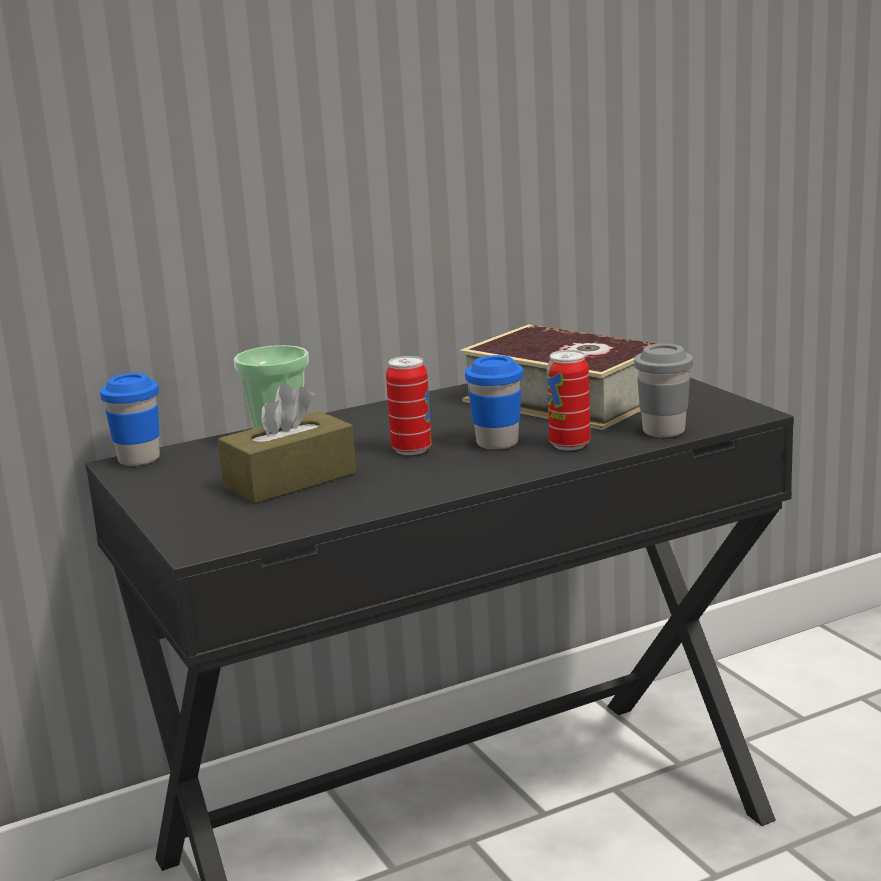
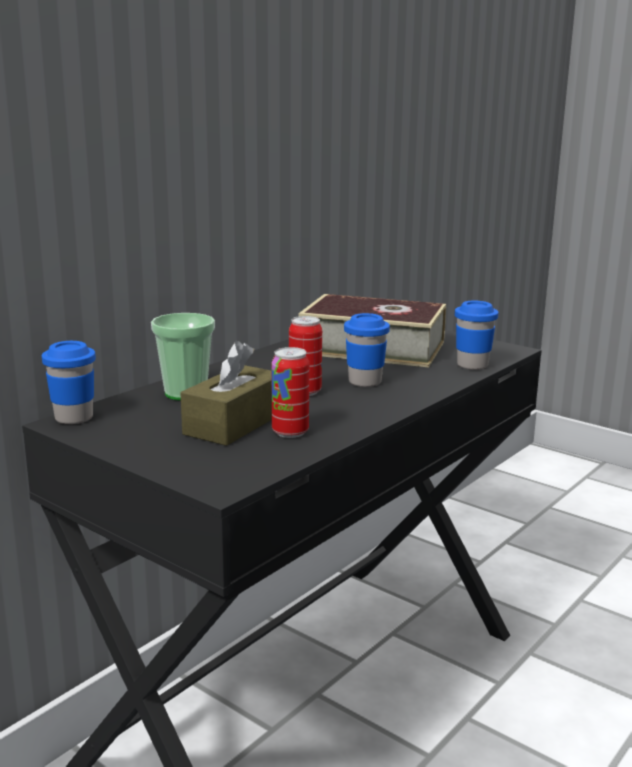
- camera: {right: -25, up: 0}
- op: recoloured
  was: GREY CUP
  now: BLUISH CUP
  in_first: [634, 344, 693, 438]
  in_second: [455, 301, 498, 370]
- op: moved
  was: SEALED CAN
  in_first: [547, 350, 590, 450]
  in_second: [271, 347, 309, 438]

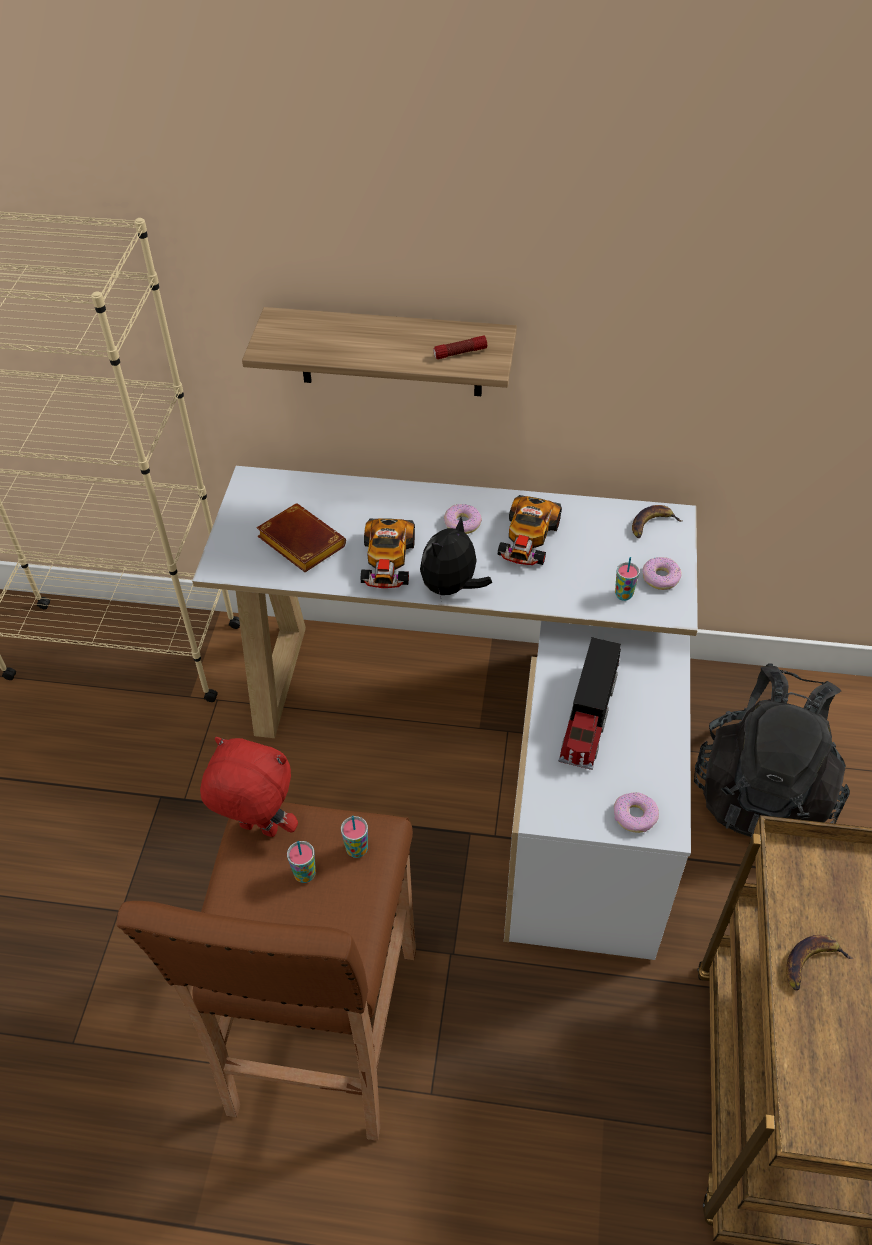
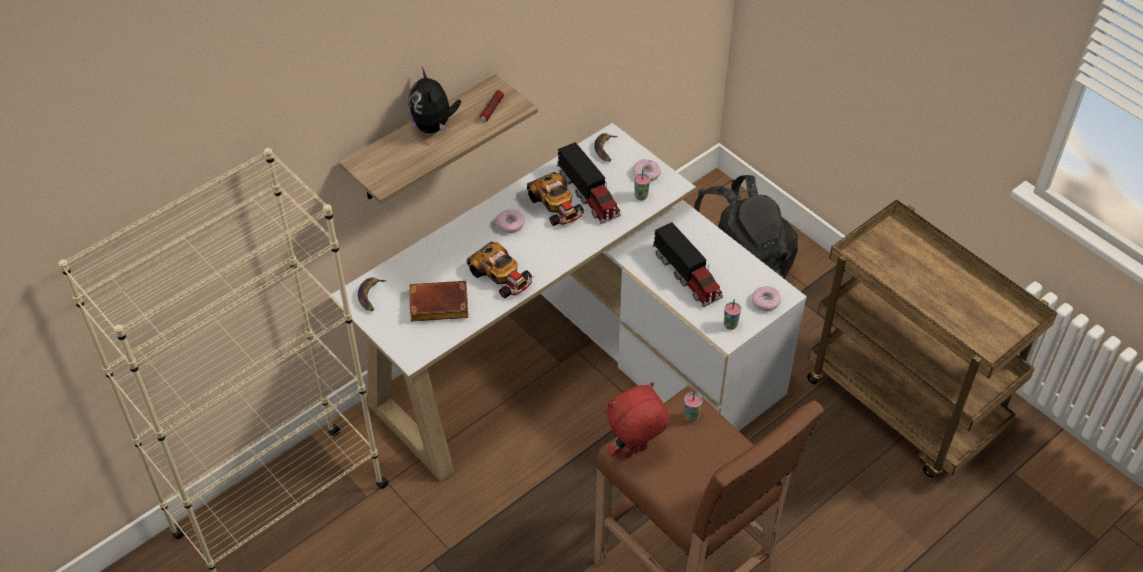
- camera: {right: -50, up: 0}
- op: moved
  was: SOFT TOY
  in_first: [420, 517, 492, 597]
  in_second: [408, 68, 461, 133]
- op: moved
  was: CUP
  in_first: [287, 841, 316, 883]
  in_second: [724, 299, 741, 330]
- op: moved
  was: WHOLE BANANA
  in_first: [786, 935, 853, 991]
  in_second: [358, 277, 387, 311]
- op: added
  now: TOY TRUCK
  in_second: [557, 142, 621, 224]

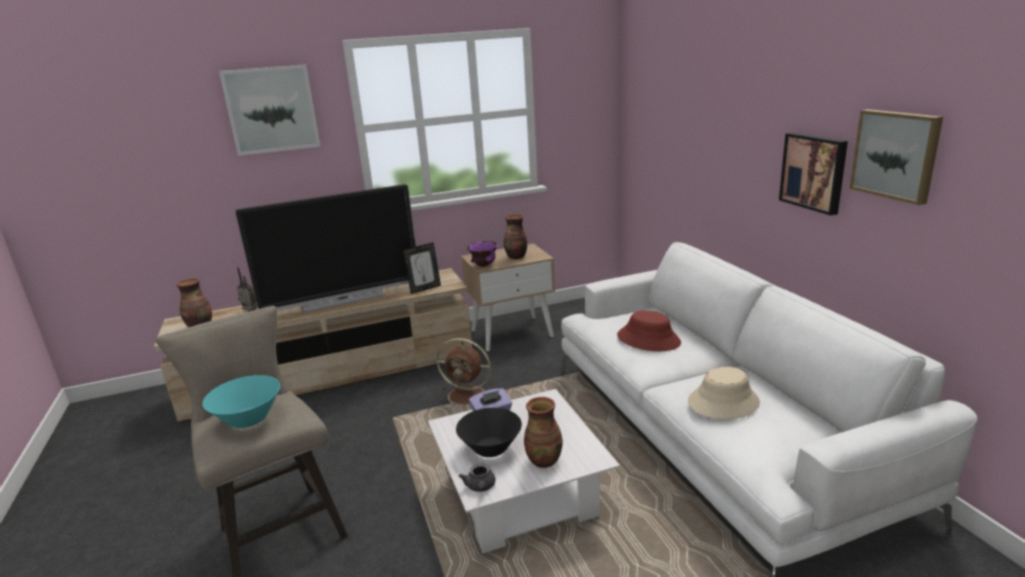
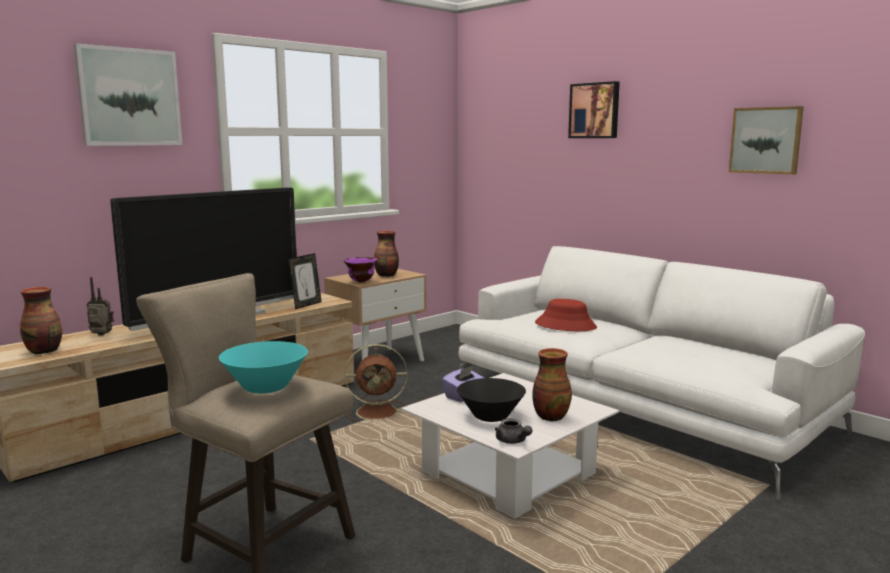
- camera: {right: -25, up: -10}
- op: moved
  was: PICTURE
  in_first: [779, 132, 848, 216]
  in_second: [568, 81, 620, 138]
- op: removed
  was: SAND-COLOURED HAT
  in_first: [688, 367, 760, 419]

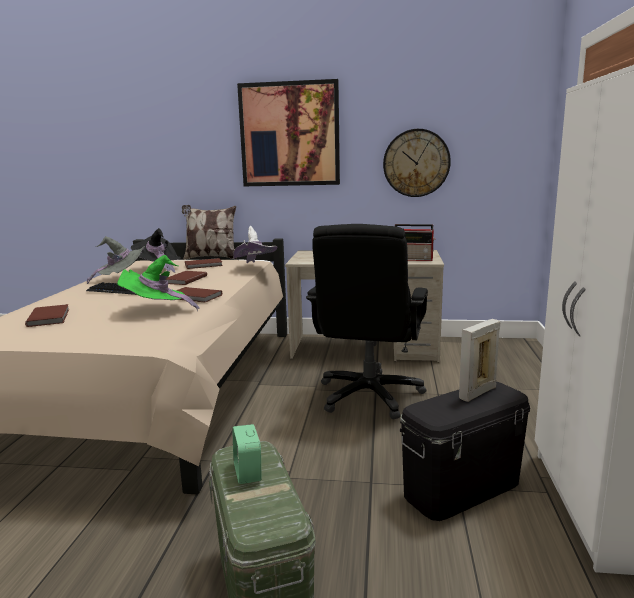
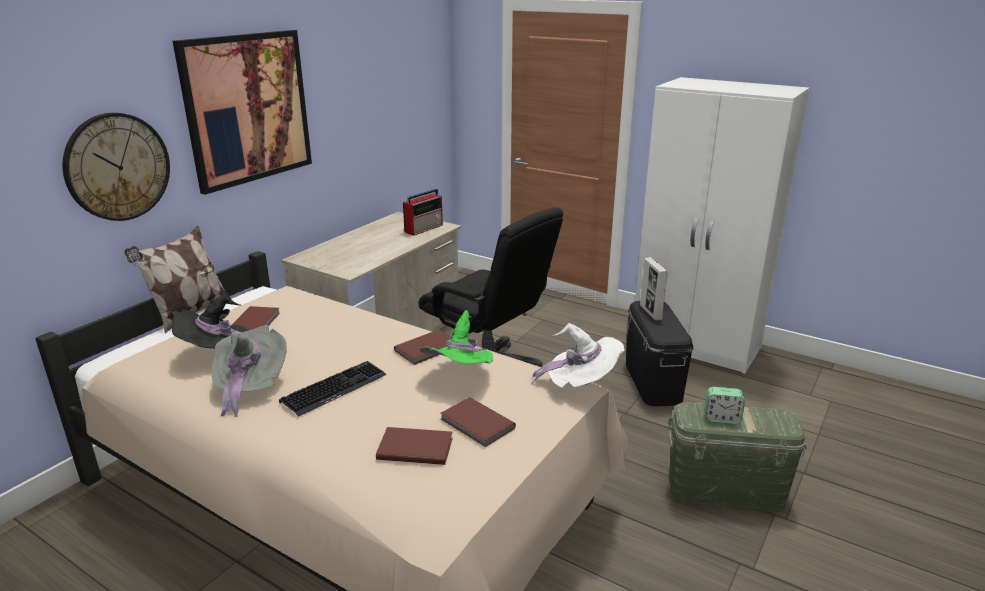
- camera: {right: -65, up: 10}
- op: moved
  was: HANGING CLOCK
  in_first: [383, 129, 451, 197]
  in_second: [63, 113, 170, 221]
- op: moved
  was: WHITISH HAT
  in_first: [233, 226, 278, 263]
  in_second: [531, 323, 625, 388]
- op: moved
  was: BROWN-COLOURED BOOK
  in_first: [166, 271, 207, 285]
  in_second: [441, 397, 516, 447]

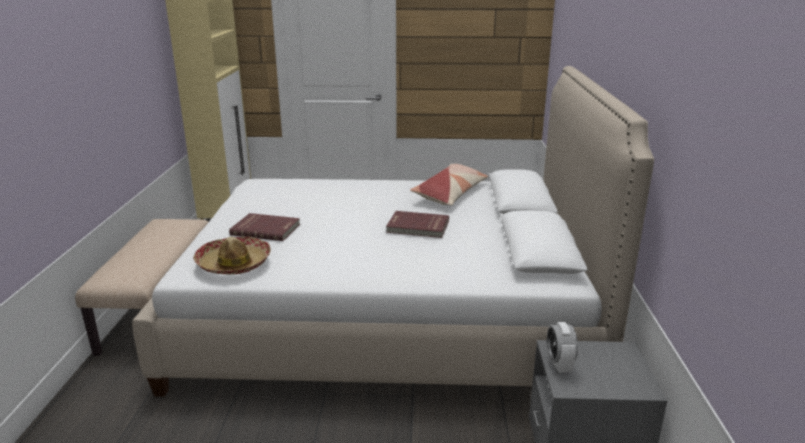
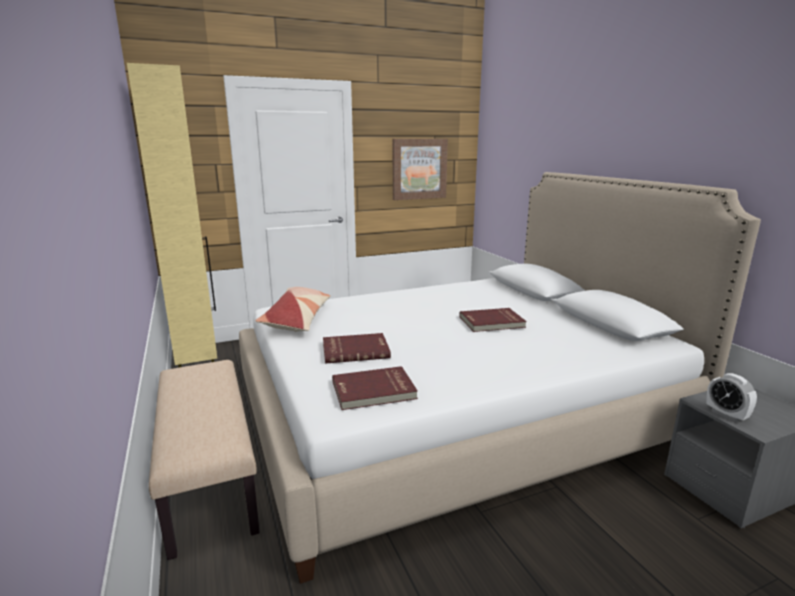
- camera: {right: -25, up: -5}
- op: moved
  was: PILLOW
  in_first: [410, 164, 488, 206]
  in_second: [255, 287, 330, 332]
- op: replaced
  was: HAT
  now: RED-COLOURED BOOK
  in_first: [193, 236, 271, 275]
  in_second: [332, 366, 418, 410]
- op: added
  now: PICTURE
  in_second: [393, 139, 448, 200]

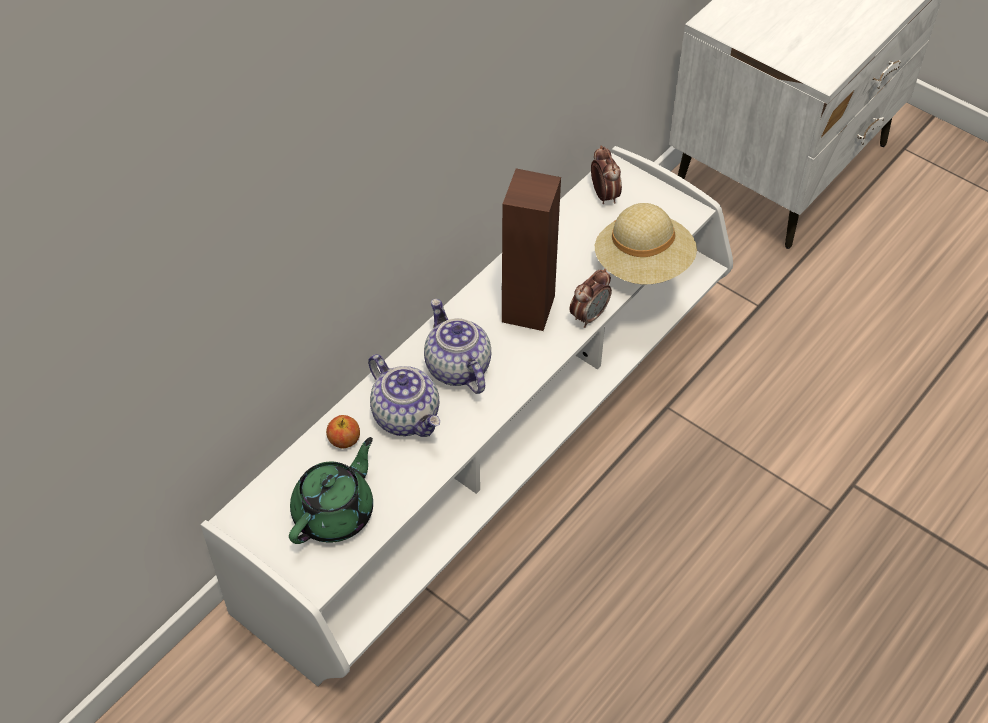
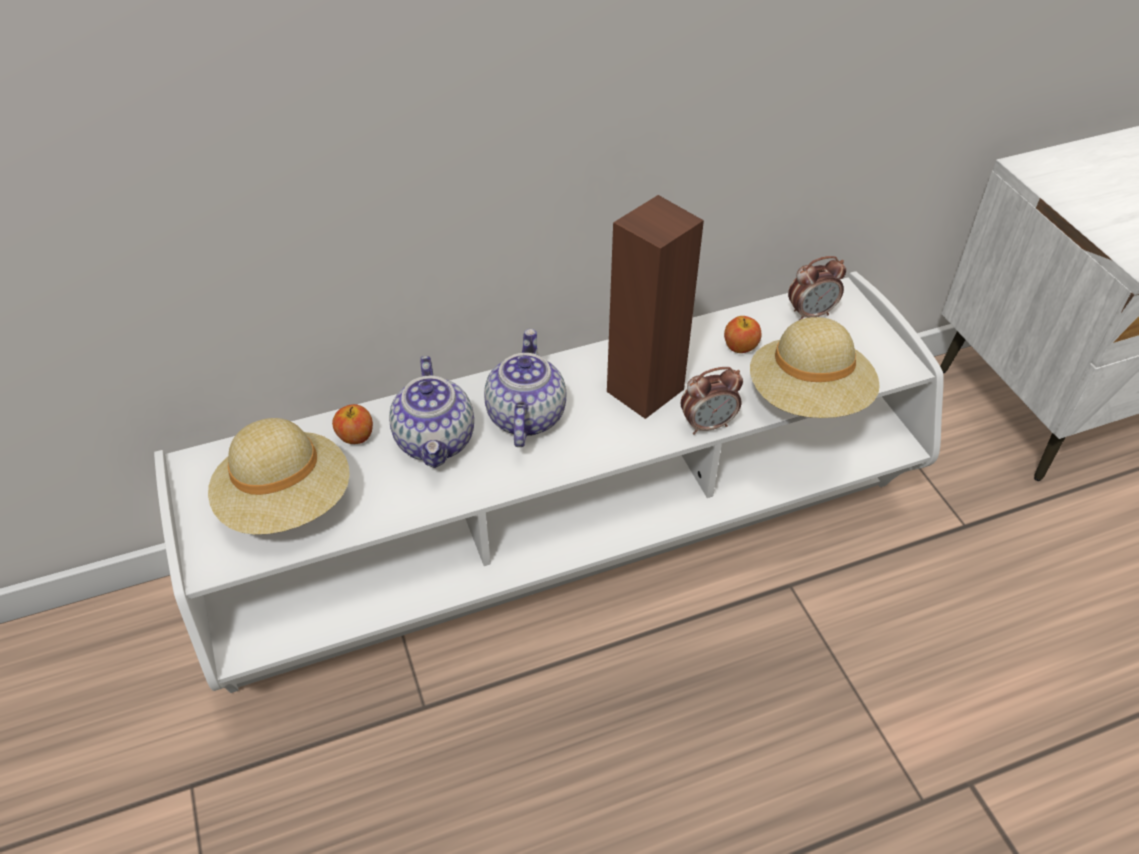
- camera: {right: 30, up: -5}
- op: turned
  was: TABLE CLOCK
  in_first: [591, 145, 622, 204]
  in_second: [788, 256, 846, 320]
  clockwise: 60
- op: replaced
  was: GREEN-COLOURED TEAPOT
  now: SAND-COLOURED HAT
  in_first: [289, 437, 373, 544]
  in_second: [208, 418, 350, 535]
- op: added
  now: APPLE
  in_second: [724, 316, 762, 353]

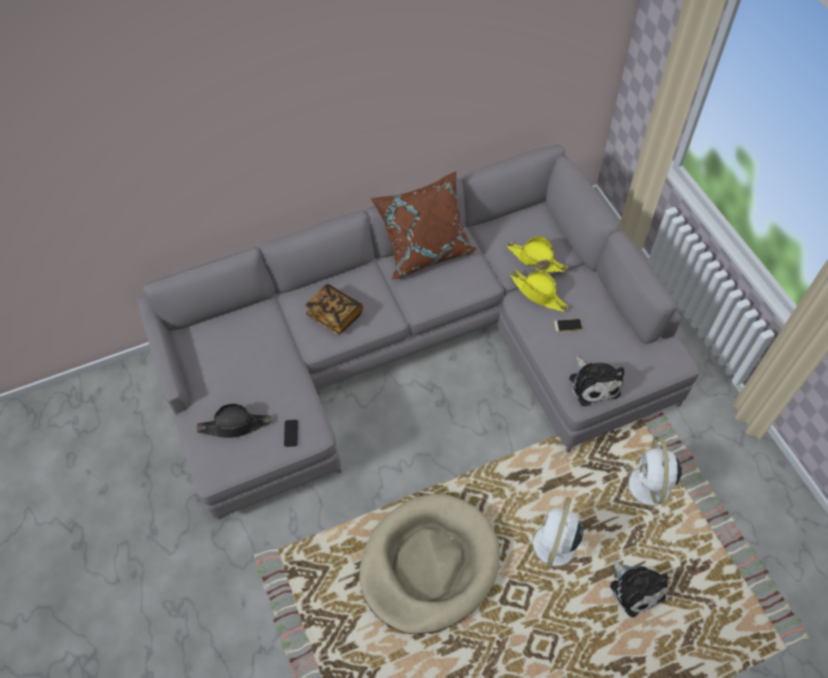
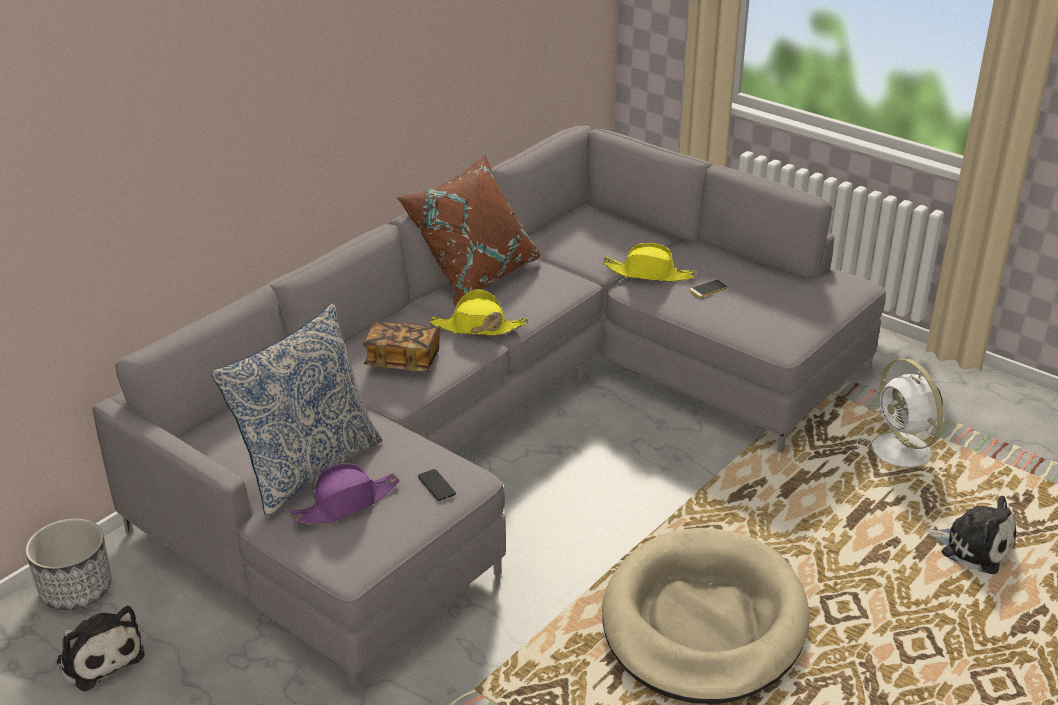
- camera: {right: -30, up: -25}
- op: moved
  was: YELLOWISH HAT
  in_first: [507, 236, 568, 273]
  in_second: [429, 289, 528, 335]
- op: moved
  was: SOFT TOY
  in_first: [569, 356, 624, 406]
  in_second: [57, 606, 145, 691]
- op: recoloured
  was: BLACK-COLOURED HAT
  now: PURPLE HAT
  in_first: [196, 403, 271, 438]
  in_second: [289, 463, 400, 524]
- op: removed
  was: WHITISH COOLING FAN
  in_first: [527, 497, 586, 580]
- op: added
  now: PILLOW
  in_second: [211, 303, 382, 517]
- op: added
  now: FLOWER POT
  in_second: [25, 518, 112, 610]

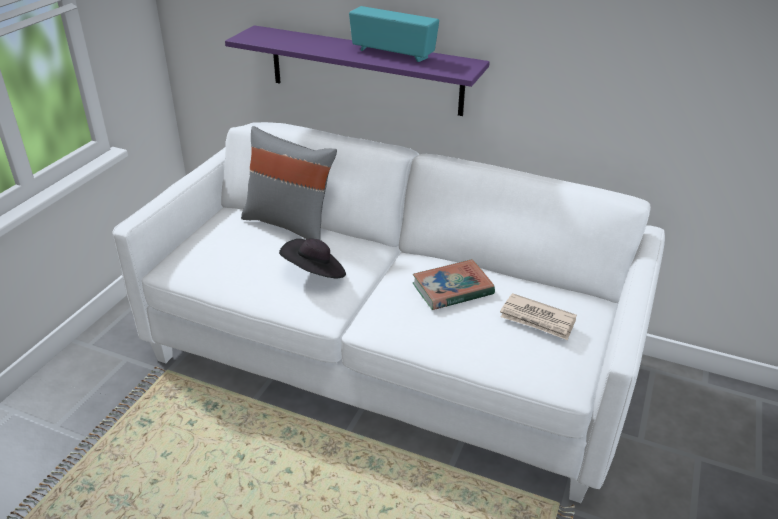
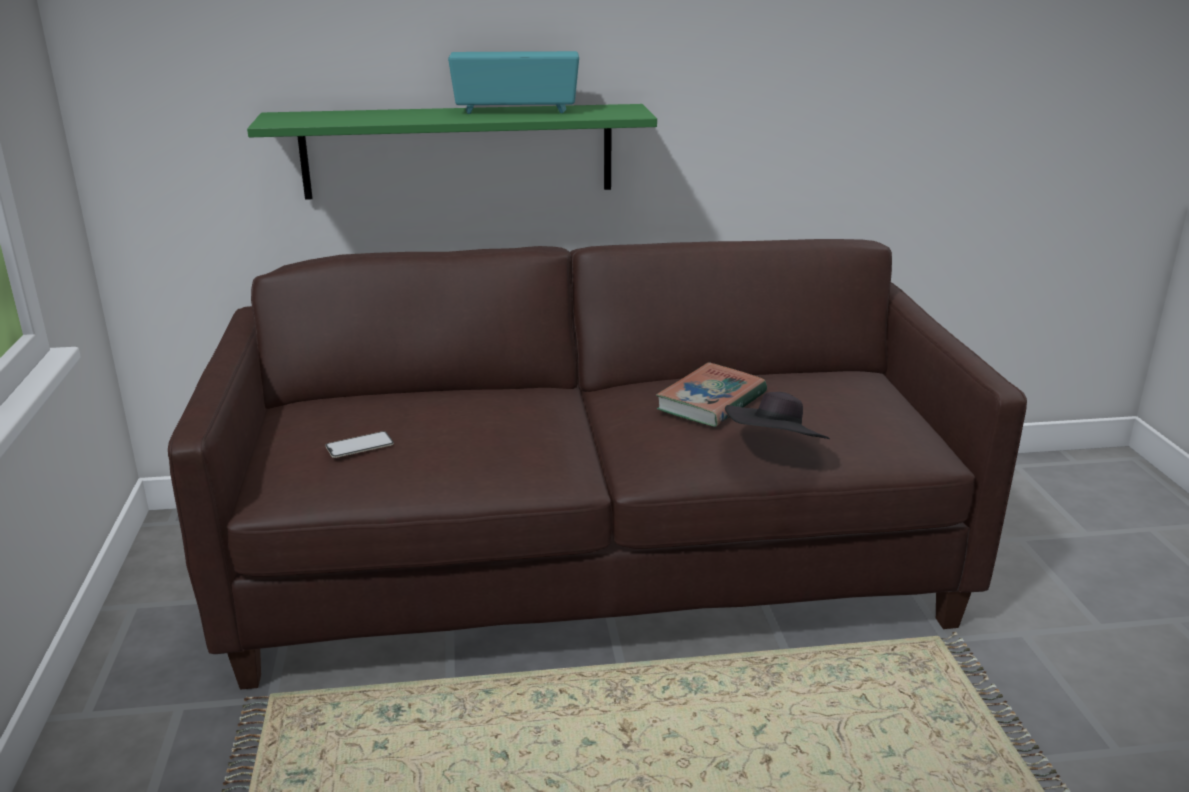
- camera: {right: -30, up: -10}
- op: recoloured
  was: PURPLE WALL SHELF
  now: GREEN-COLOURED WALL SHELF
  in_first: [225, 25, 490, 116]
  in_second: [247, 104, 657, 200]
- op: recoloured
  was: WHITISH SETTEE
  now: BROWN-COLOURED SETTEE
  in_first: [113, 122, 665, 503]
  in_second: [168, 239, 1027, 690]
- op: removed
  was: GREY PILLOW
  in_first: [241, 126, 337, 240]
- op: moved
  was: BLACK-COLOURED HAT
  in_first: [279, 239, 346, 278]
  in_second: [725, 392, 830, 439]
- op: removed
  was: DAILY PAPER
  in_first: [500, 293, 577, 340]
- op: added
  now: TELEPHONE
  in_second: [325, 431, 394, 458]

